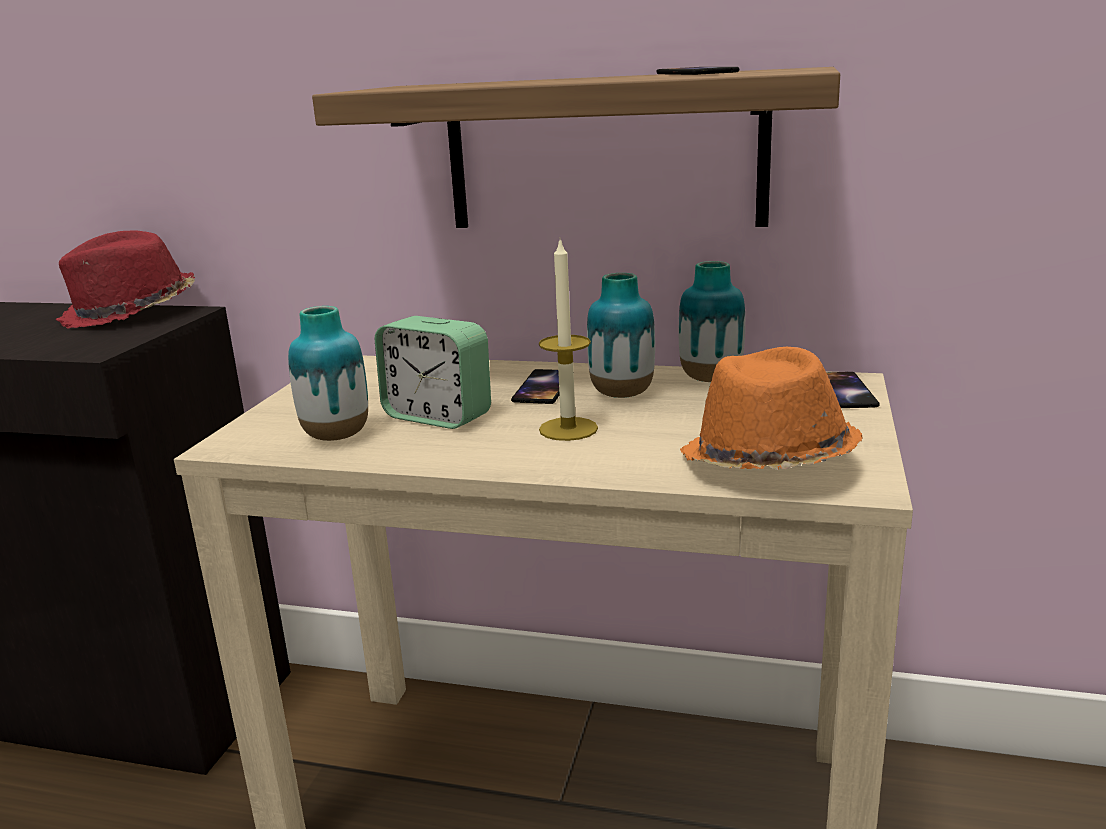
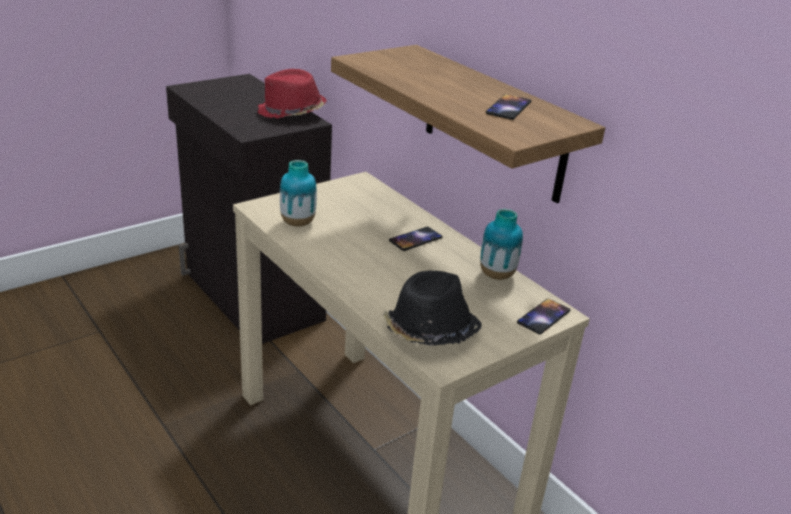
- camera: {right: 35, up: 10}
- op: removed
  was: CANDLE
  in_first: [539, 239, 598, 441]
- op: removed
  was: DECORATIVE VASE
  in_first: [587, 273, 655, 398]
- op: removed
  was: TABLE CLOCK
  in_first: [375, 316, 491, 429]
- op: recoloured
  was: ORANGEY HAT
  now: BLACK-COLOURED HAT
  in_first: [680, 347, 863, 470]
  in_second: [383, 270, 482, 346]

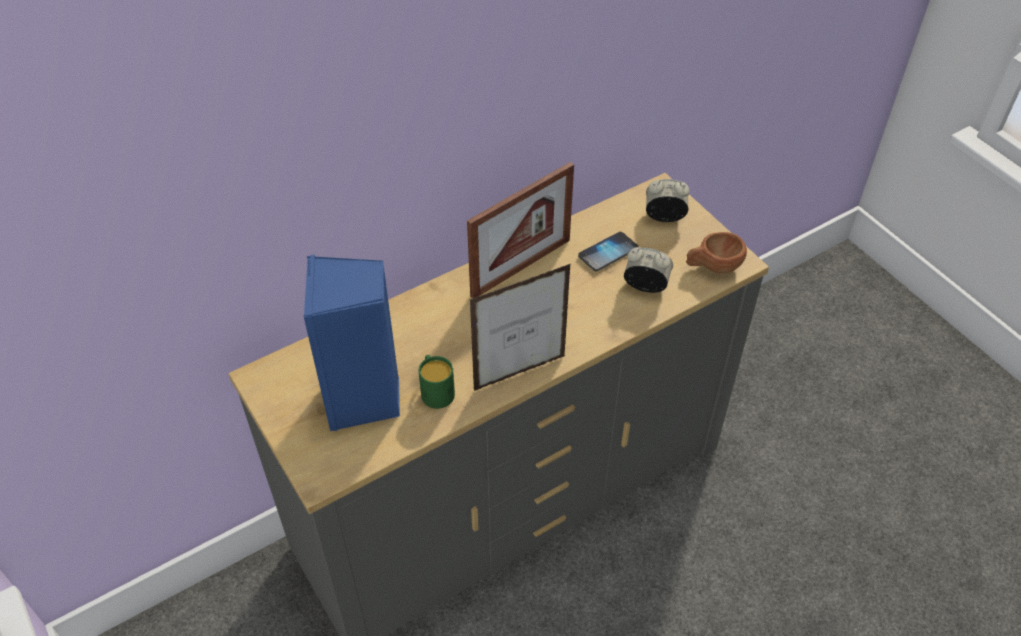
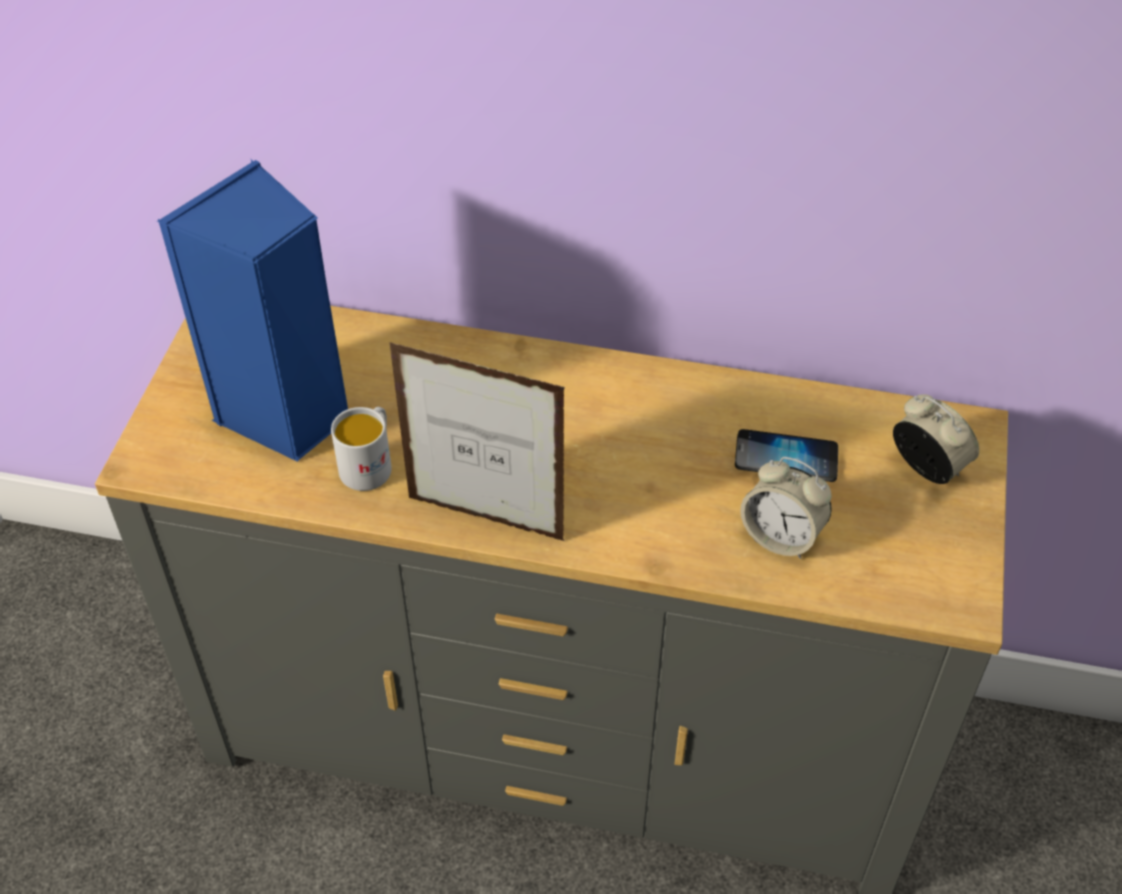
- camera: {right: 45, up: 0}
- op: removed
  was: STANDING FRAME
  in_first: [467, 162, 574, 298]
- op: removed
  was: BROWN-COLOURED CUP
  in_first: [686, 232, 747, 274]
- op: turned
  was: TABLE CLOCK
  in_first: [624, 247, 673, 293]
  in_second: [740, 457, 832, 559]
  clockwise: 150
- op: recoloured
  was: GREEN-COLOURED TEA MUG
  now: WHITISH TEA MUG
  in_first: [418, 355, 455, 409]
  in_second: [331, 407, 392, 491]

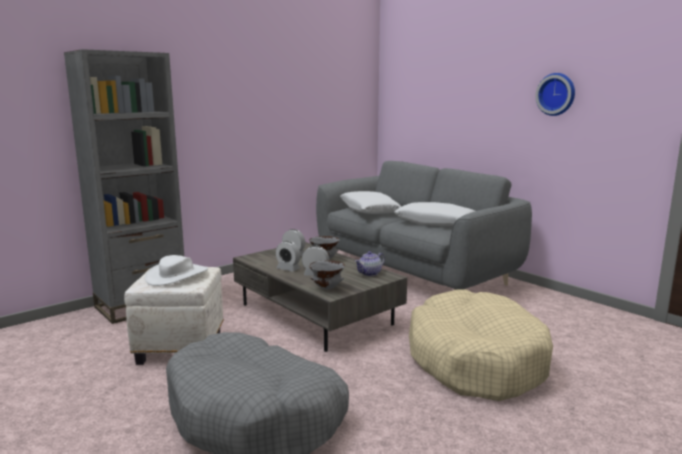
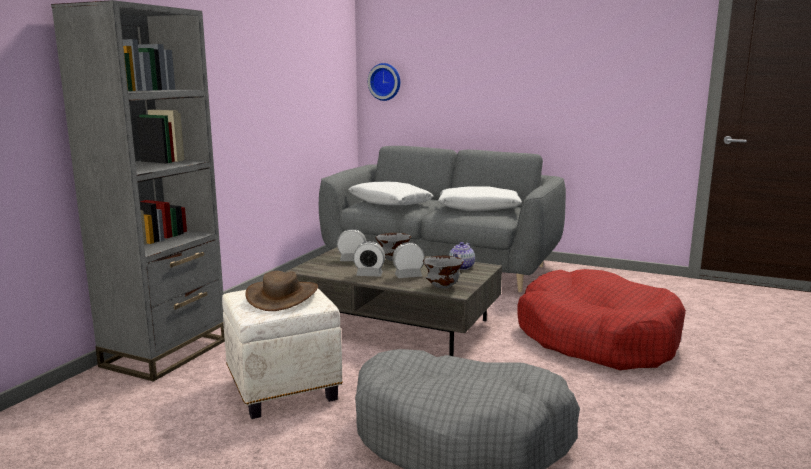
- camera: {right: -25, up: 0}
- op: moved
  was: HANGING CLOCK
  in_first: [535, 73, 575, 116]
  in_second: [368, 63, 400, 101]
- op: recoloured
  was: WHITISH HAT
  now: BROWN-COLOURED HAT
  in_first: [145, 255, 208, 286]
  in_second: [245, 271, 318, 311]
- op: recoloured
  was: SAND-COLOURED DOG CUSHION
  now: RED-COLOURED DOG CUSHION
  in_first: [409, 289, 553, 401]
  in_second: [517, 269, 686, 370]

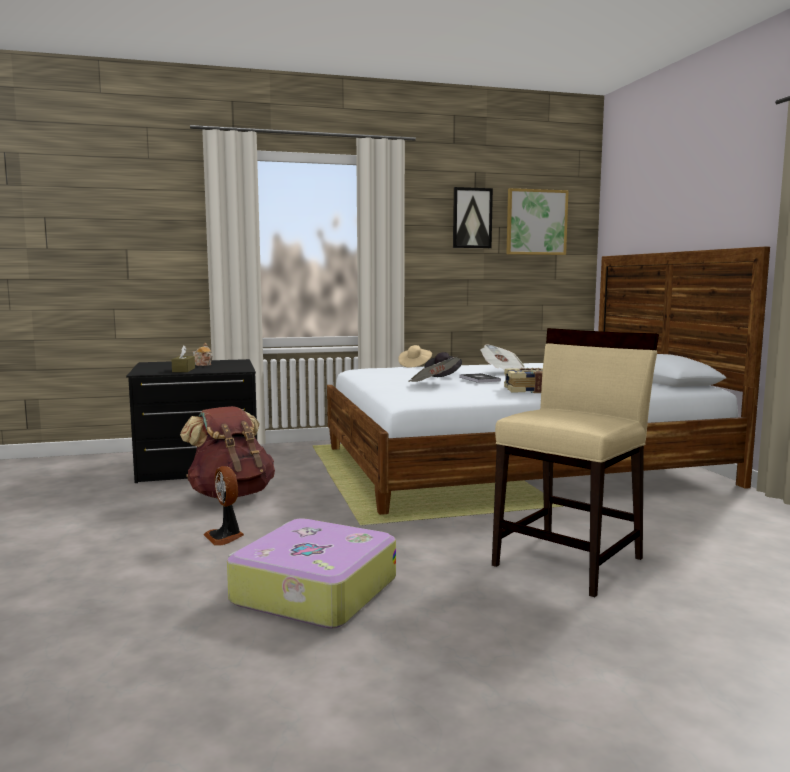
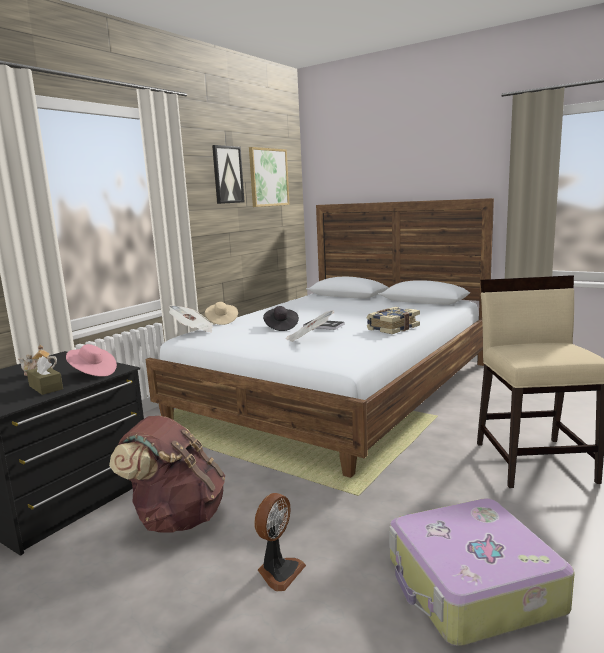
- camera: {right: -40, up: 5}
- op: moved
  was: DAILY PAPER
  in_first: [480, 344, 525, 370]
  in_second: [169, 305, 213, 332]
- op: turned
  was: COOLING FAN
  in_first: [204, 466, 244, 546]
  in_second: [254, 493, 306, 591]
  clockwise: -75
- op: added
  now: PINKISH HAT
  in_second: [66, 344, 117, 376]

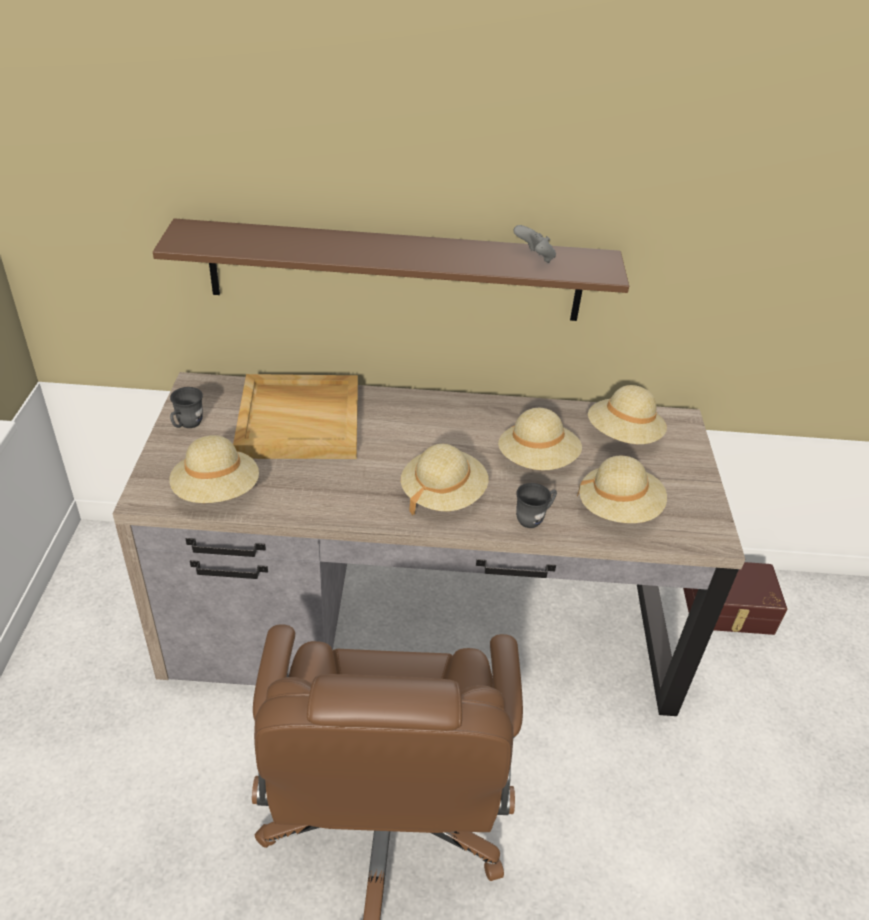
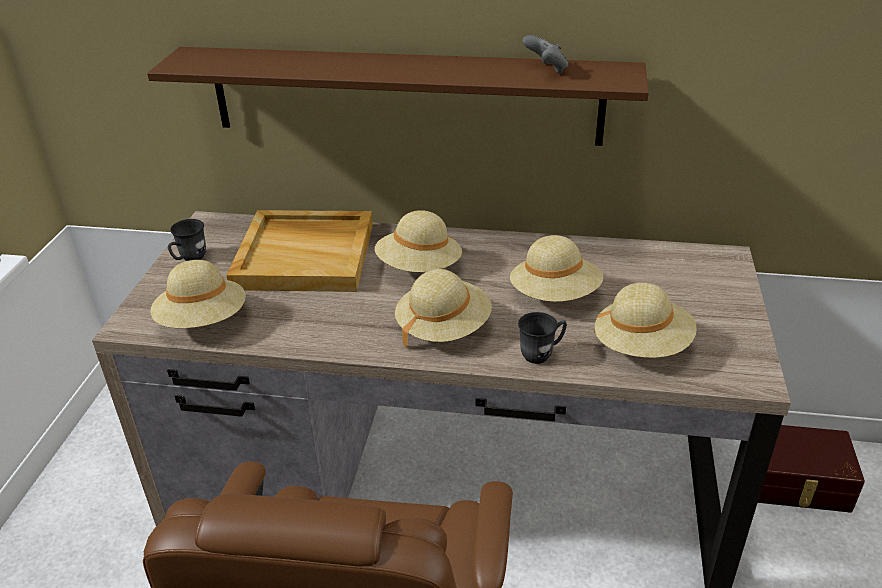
- camera: {right: 10, up: -5}
- op: moved
  was: SAND-COLOURED HAT
  in_first: [588, 385, 667, 444]
  in_second: [375, 210, 462, 272]

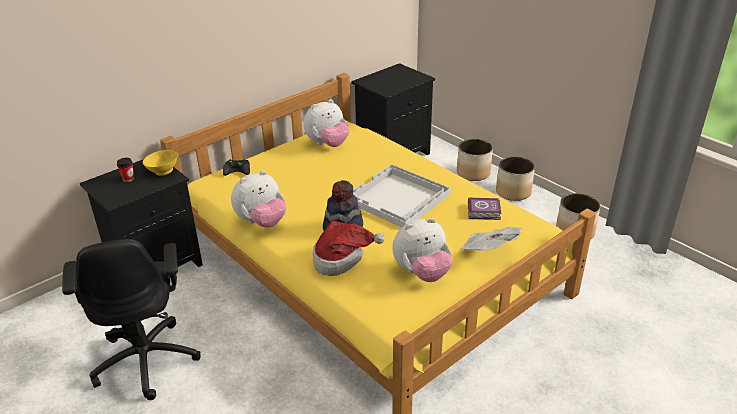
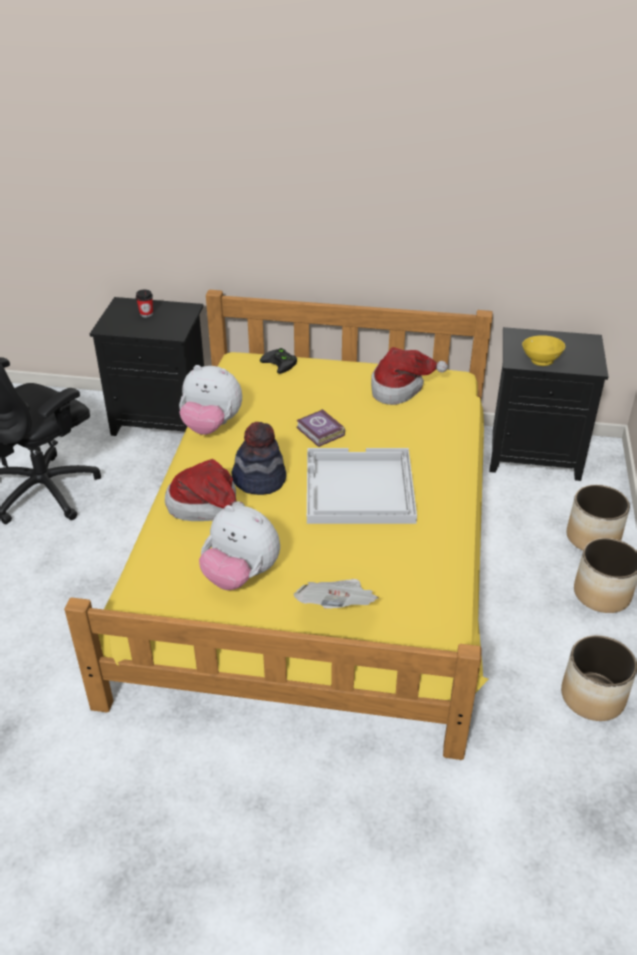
- camera: {right: 50, up: 5}
- op: replaced
  was: SOFT TOY
  now: HAT
  in_first: [304, 99, 350, 147]
  in_second: [371, 347, 448, 405]
- op: moved
  was: YELLOWISH BOWL
  in_first: [143, 150, 178, 176]
  in_second: [522, 335, 565, 366]
- op: moved
  was: BOOK
  in_first: [468, 197, 501, 220]
  in_second: [296, 409, 345, 447]

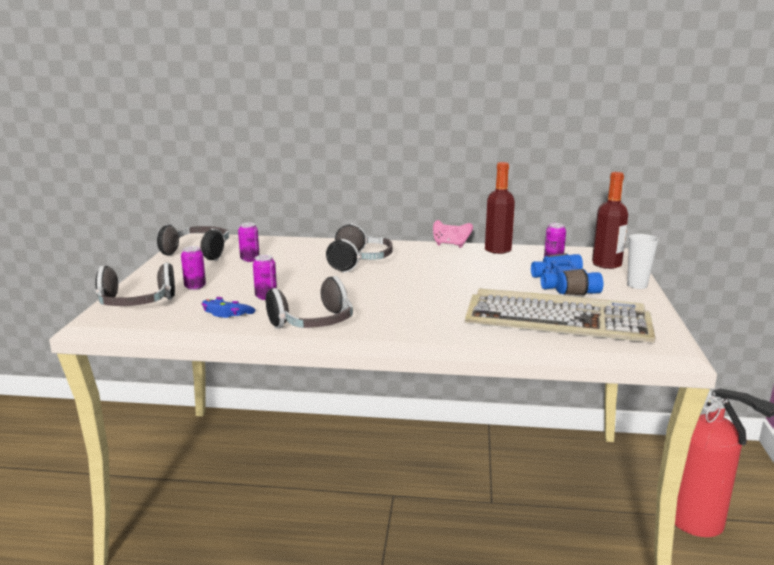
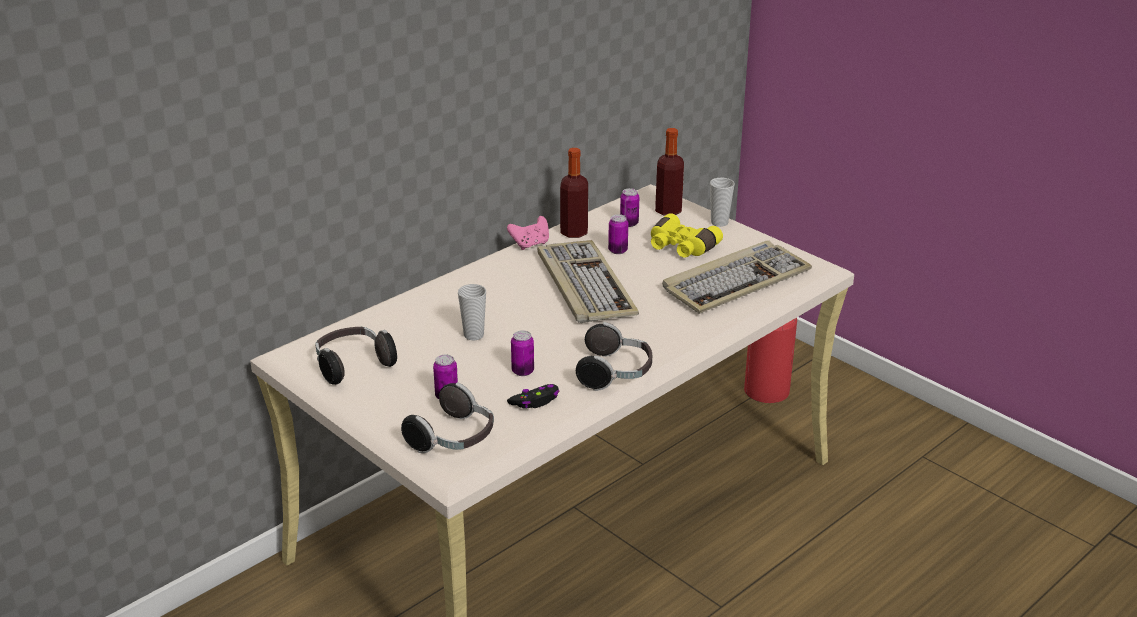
- camera: {right: -50, up: 10}
- op: moved
  was: SEALED CAN
  in_first: [238, 222, 260, 262]
  in_second: [608, 214, 628, 254]
- op: removed
  was: HEADPHONES
  in_first: [326, 223, 393, 273]
- op: recoloured
  was: BLUISH PAIR OF BINOCULARS
  now: YELLOWISH PAIR OF BINOCULARS
  in_first: [531, 253, 603, 295]
  in_second: [651, 213, 723, 258]
- op: recoloured
  was: BLUISH GAMEPAD
  now: BLACK-COLOURED GAMEPAD
  in_first: [201, 297, 256, 318]
  in_second: [507, 384, 559, 409]
- op: added
  now: PC KEYBOARD
  in_second: [537, 240, 639, 323]
- op: added
  now: CUP
  in_second: [458, 284, 486, 340]

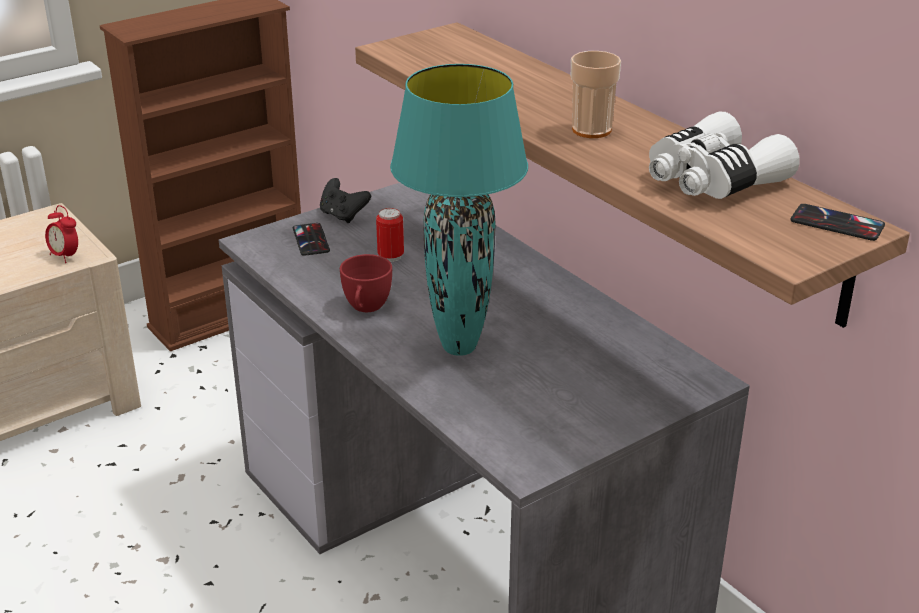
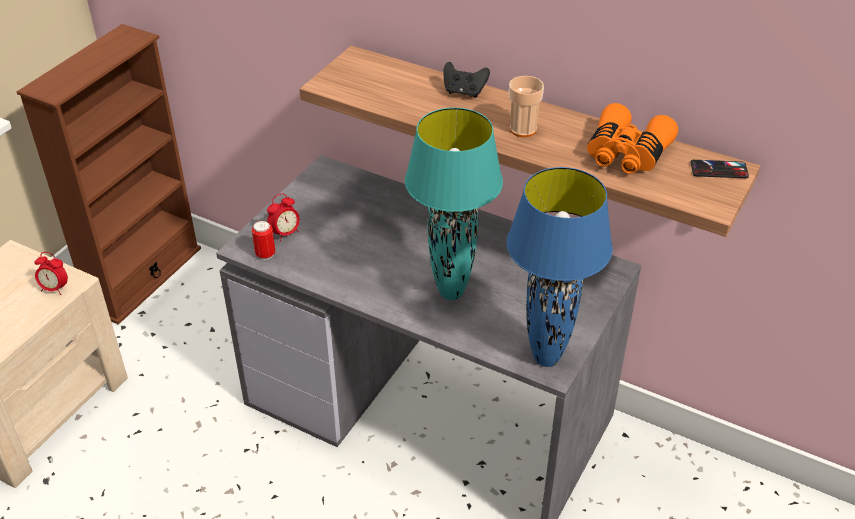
- camera: {right: -25, up: 10}
- op: recoloured
  was: WHITISH PAIR OF BINOCULARS
  now: ORANGEY PAIR OF BINOCULARS
  in_first: [649, 112, 800, 199]
  in_second: [587, 103, 678, 174]
- op: moved
  was: BLACK-COLOURED GAMEPAD
  in_first: [320, 178, 371, 223]
  in_second: [443, 62, 490, 98]
- op: moved
  was: SEALED CAN
  in_first: [376, 208, 404, 262]
  in_second: [252, 221, 275, 260]
- op: replaced
  was: TELEPHONE
  now: TABLE CLOCK
  in_first: [293, 223, 330, 256]
  in_second: [267, 193, 300, 242]
- op: removed
  was: RED-COLOURED CUP
  in_first: [340, 254, 392, 312]
- op: added
  now: BLUISH TABLE LAMP
  in_second: [506, 167, 613, 367]

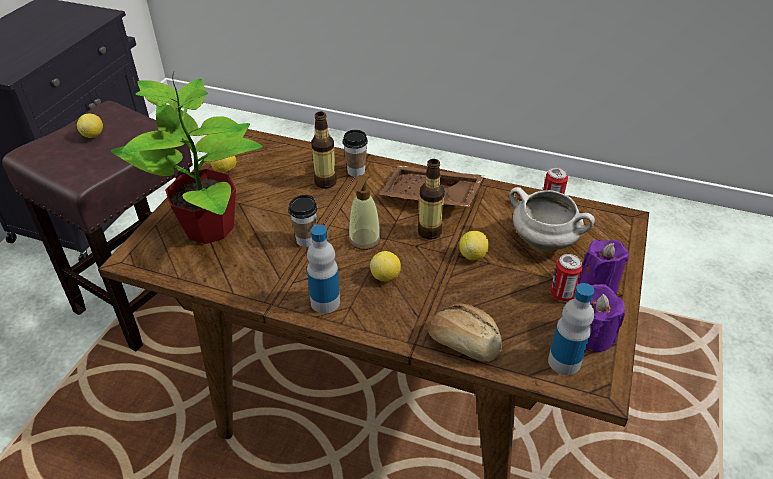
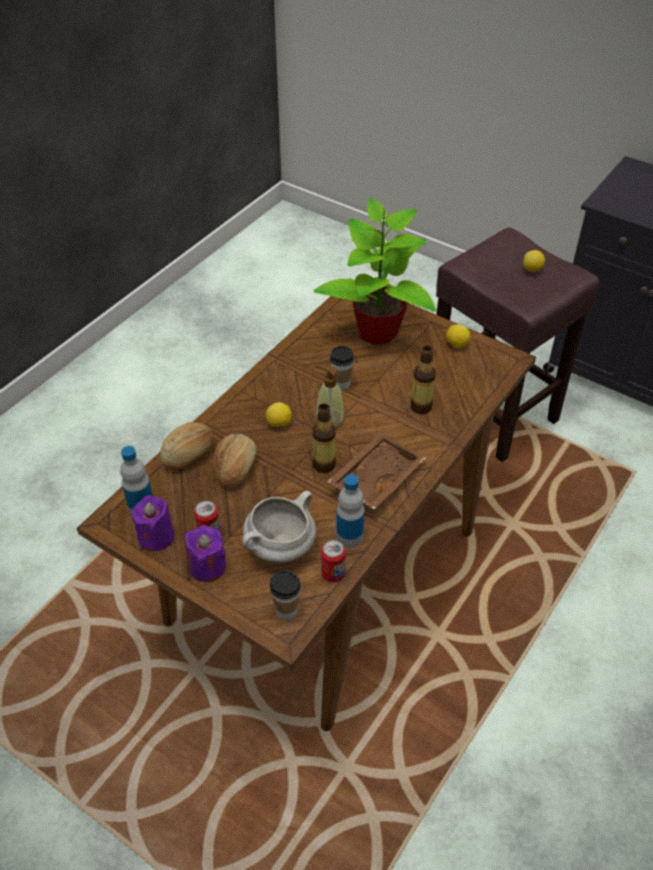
- camera: {right: 105, up: 5}
- op: moved
  was: CUP
  in_first: [343, 130, 368, 177]
  in_second: [270, 570, 301, 620]
- op: moved
  was: BOTTLE
  in_first: [307, 225, 340, 314]
  in_second: [336, 474, 365, 548]
- op: removed
  was: LEMON
  in_first: [459, 231, 489, 261]
- op: added
  now: BAKED BREAD
  in_second: [213, 433, 257, 488]

